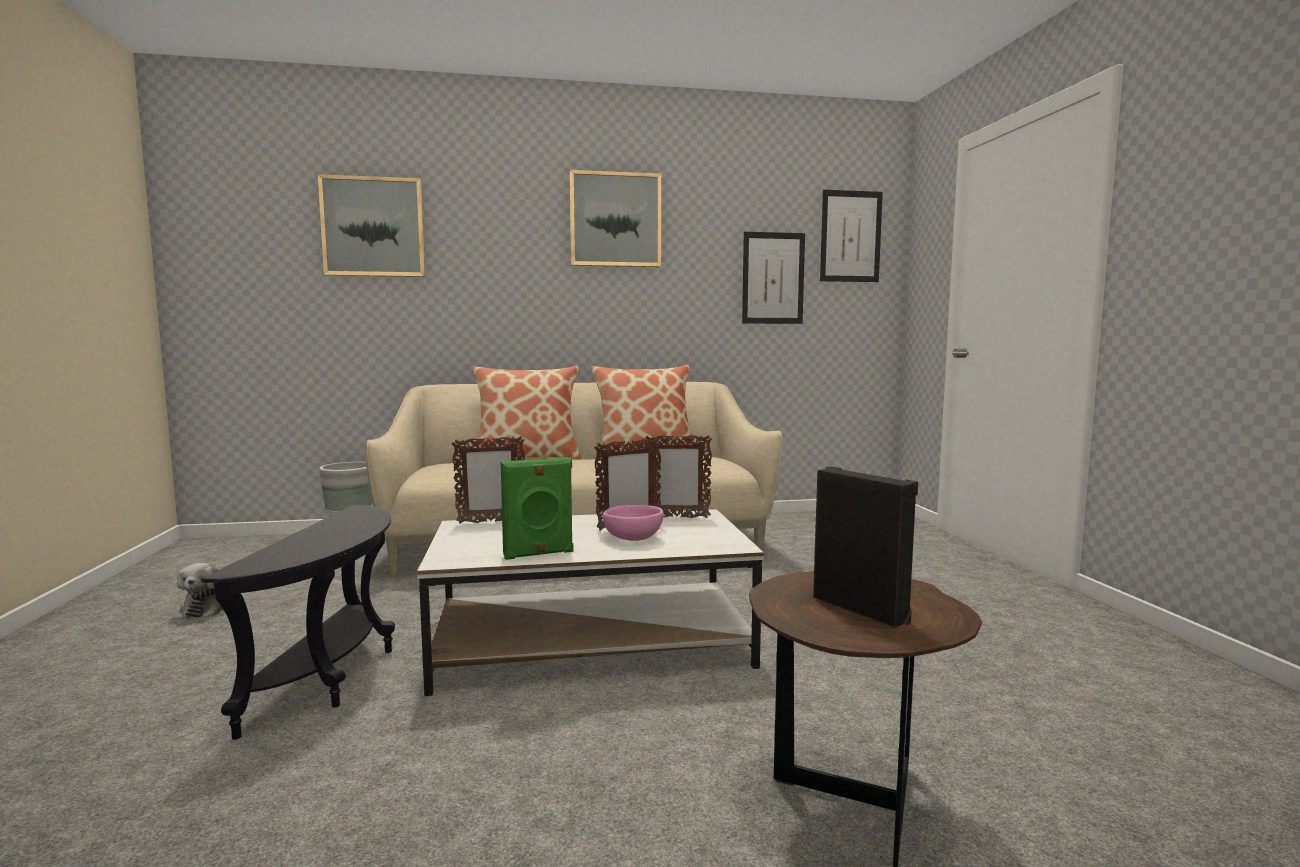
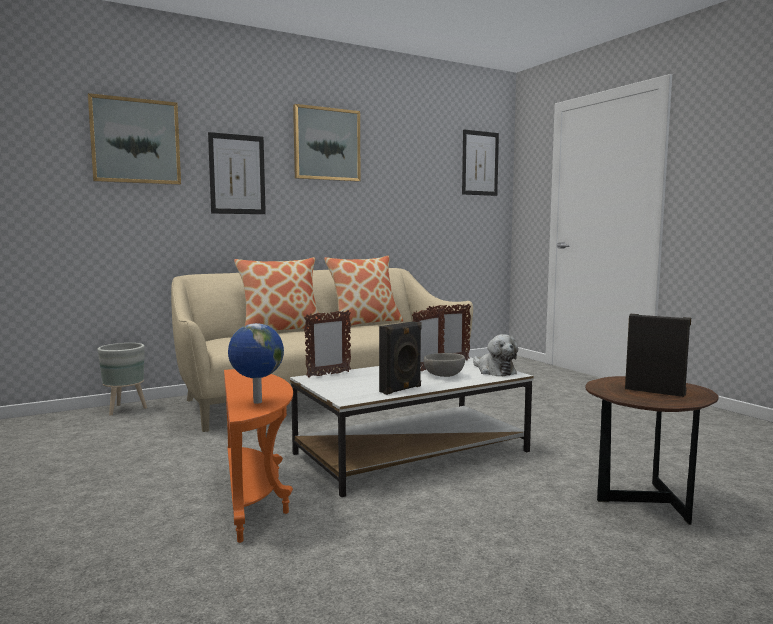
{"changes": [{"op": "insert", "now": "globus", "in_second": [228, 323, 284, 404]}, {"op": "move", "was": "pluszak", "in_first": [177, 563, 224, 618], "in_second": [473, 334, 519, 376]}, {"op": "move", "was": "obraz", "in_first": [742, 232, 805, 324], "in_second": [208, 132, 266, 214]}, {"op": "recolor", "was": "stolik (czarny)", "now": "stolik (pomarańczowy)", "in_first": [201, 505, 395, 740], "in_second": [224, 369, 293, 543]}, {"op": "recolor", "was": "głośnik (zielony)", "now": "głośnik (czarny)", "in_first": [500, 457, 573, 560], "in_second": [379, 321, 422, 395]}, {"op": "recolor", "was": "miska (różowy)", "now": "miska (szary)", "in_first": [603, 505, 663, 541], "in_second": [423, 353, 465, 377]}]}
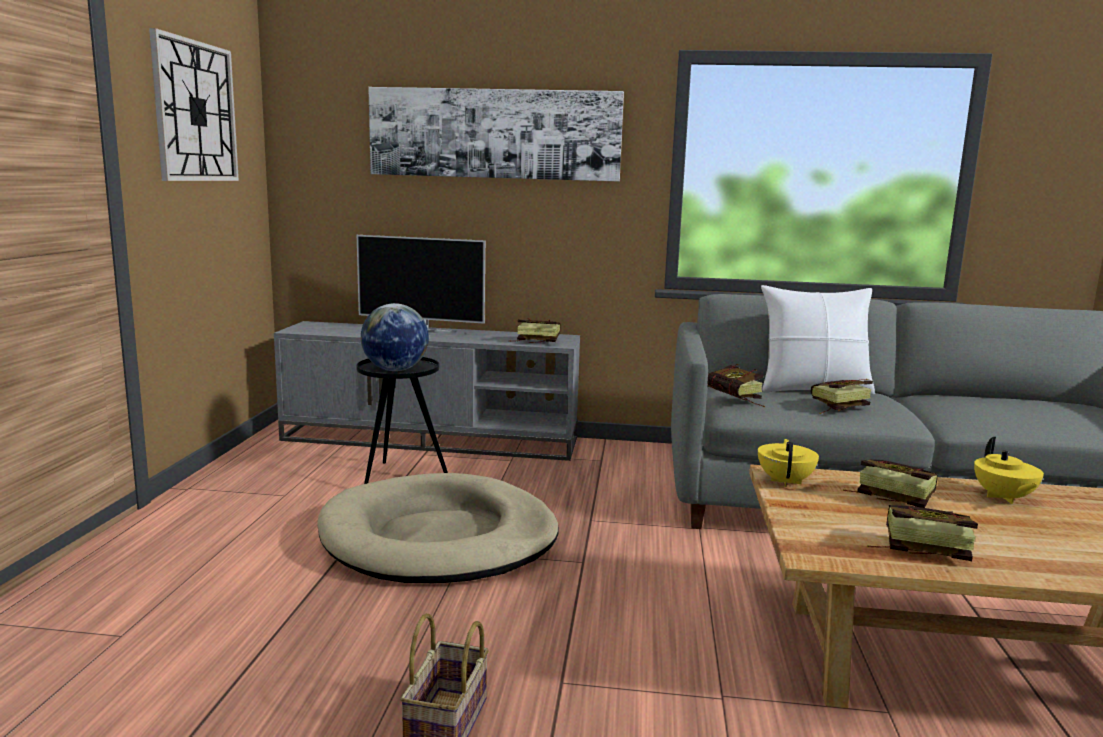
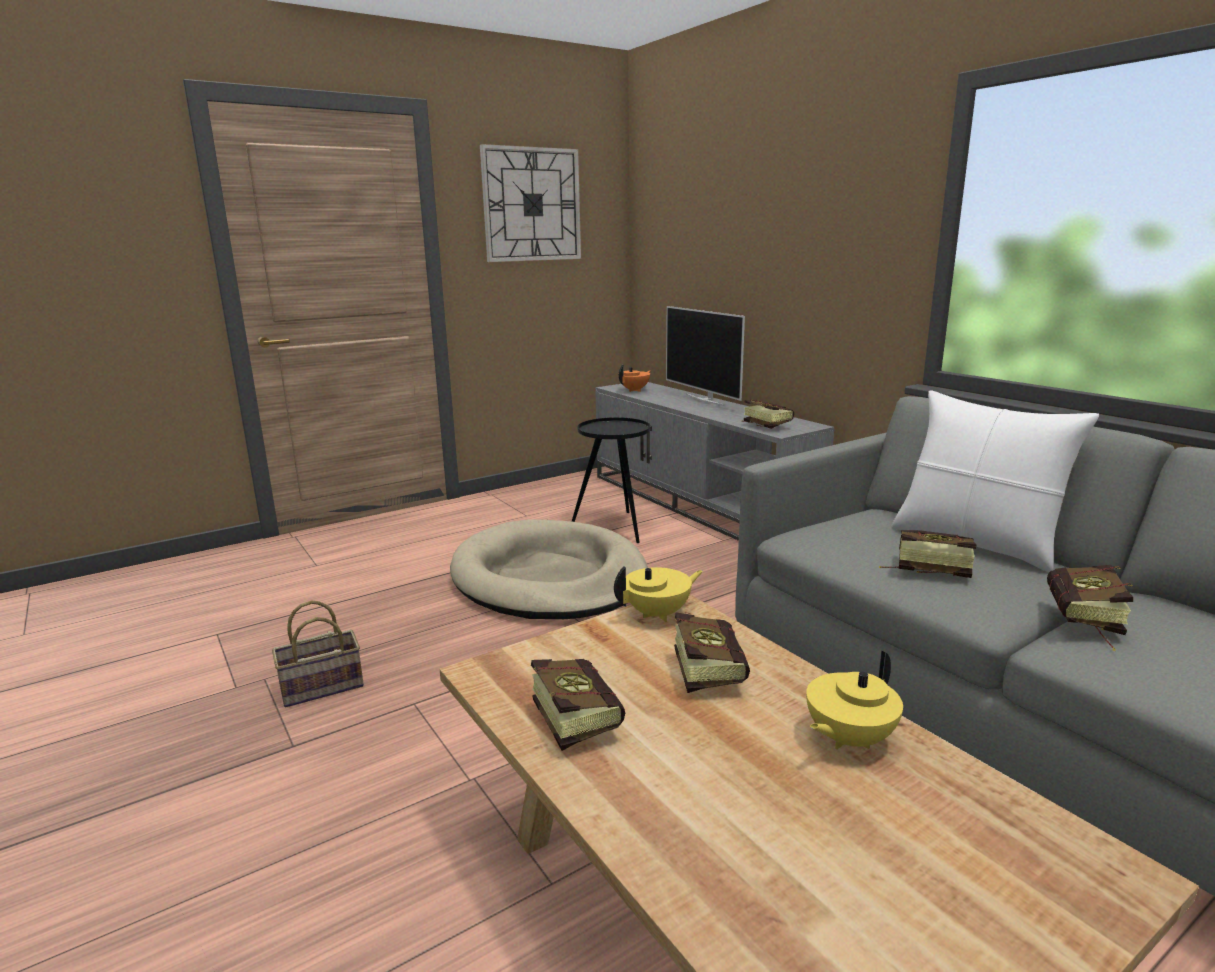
{"changes": [{"op": "delete", "was": "globus", "in_first": [361, 303, 429, 371]}, {"op": "delete", "was": "obraz", "in_first": [368, 87, 624, 182]}, {"op": "insert", "now": "imbryk (pomarańczowy)", "in_second": [618, 365, 650, 392]}, {"op": "move", "was": "książka", "in_first": [707, 364, 764, 407], "in_second": [1047, 565, 1133, 651]}]}
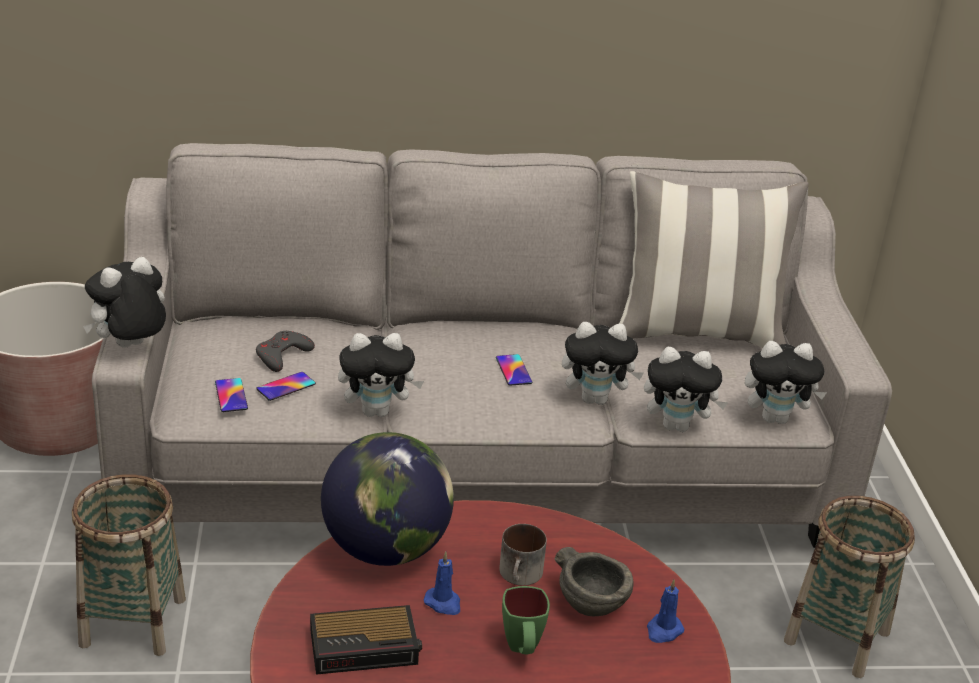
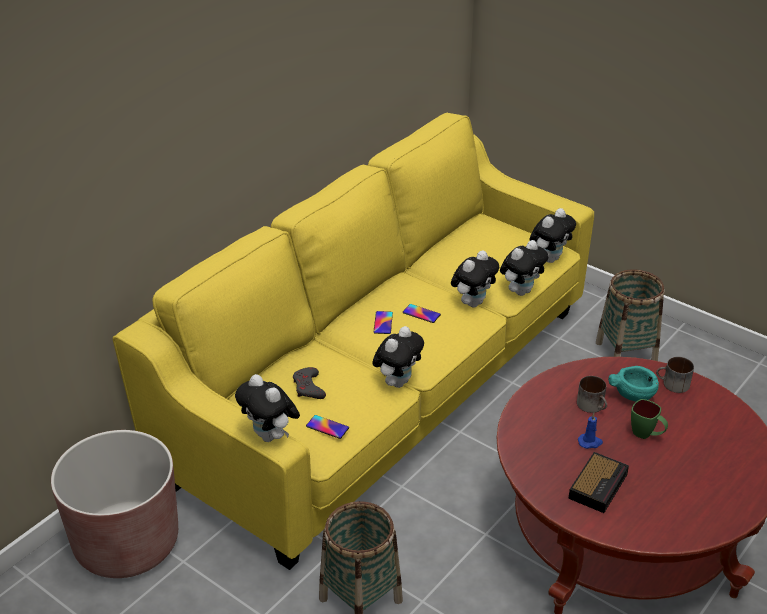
{"changes": [{"op": "delete", "was": "globus", "in_first": [321, 432, 454, 566]}, {"op": "delete", "was": "poduszka", "in_first": [619, 171, 809, 348]}, {"op": "move", "was": "telefon", "in_first": [256, 372, 316, 401], "in_second": [374, 311, 393, 334]}, {"op": "replace", "was": "świeca (niebieski)", "now": "kubek", "in_first": [647, 579, 684, 643], "in_second": [656, 357, 694, 393]}, {"op": "recolor", "was": "kanapa (szary)", "now": "kanapa (żółty)", "in_first": [92, 143, 892, 548], "in_second": [113, 113, 594, 570]}, {"op": "recolor", "was": "miska (szary)", "now": "miska (turkusowy)", "in_first": [554, 547, 634, 616], "in_second": [608, 366, 659, 402]}, {"op": "rotate", "was": "pluszak", "in_first": [83, 257, 166, 348], "in_second": [235, 374, 300, 442], "clockwise": -45}]}
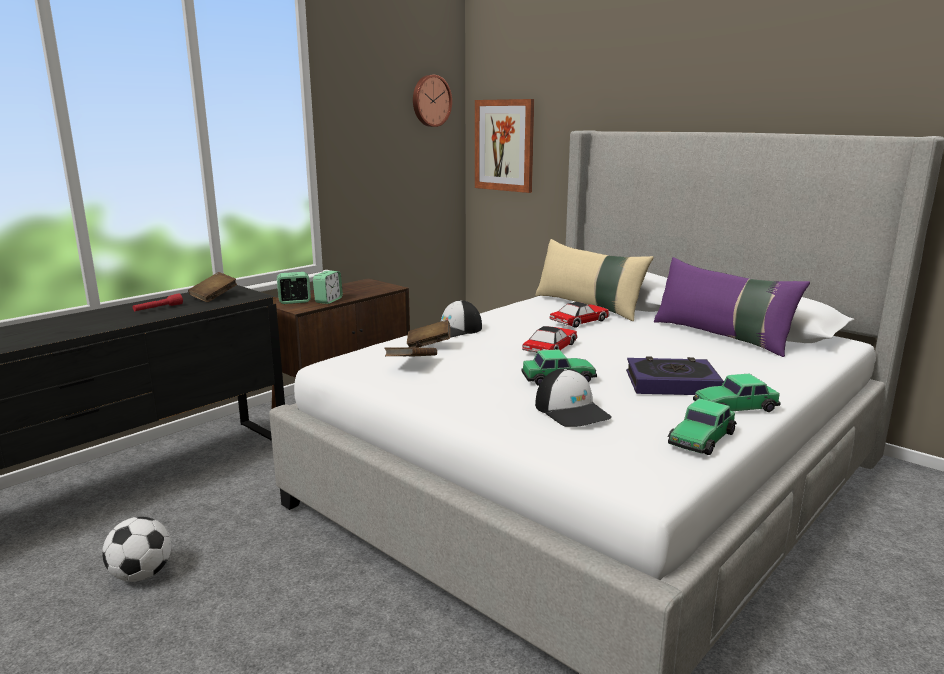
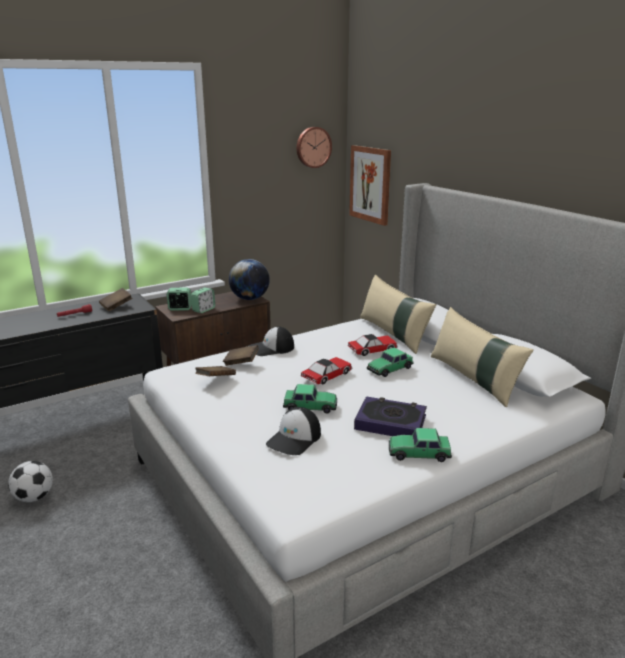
{"changes": [{"op": "insert", "now": "globus", "in_second": [229, 259, 270, 300]}, {"op": "move", "was": "samochodzik", "in_first": [668, 398, 737, 455], "in_second": [367, 347, 414, 377]}, {"op": "recolor", "was": "poduszka (fioletowy)", "now": "poduszka (beżowy)", "in_first": [654, 257, 810, 357], "in_second": [431, 307, 534, 407]}, {"op": "rotate", "was": "czapka z daszkiem", "in_first": [535, 368, 612, 427], "in_second": [266, 407, 321, 455], "clockwise": 45}]}
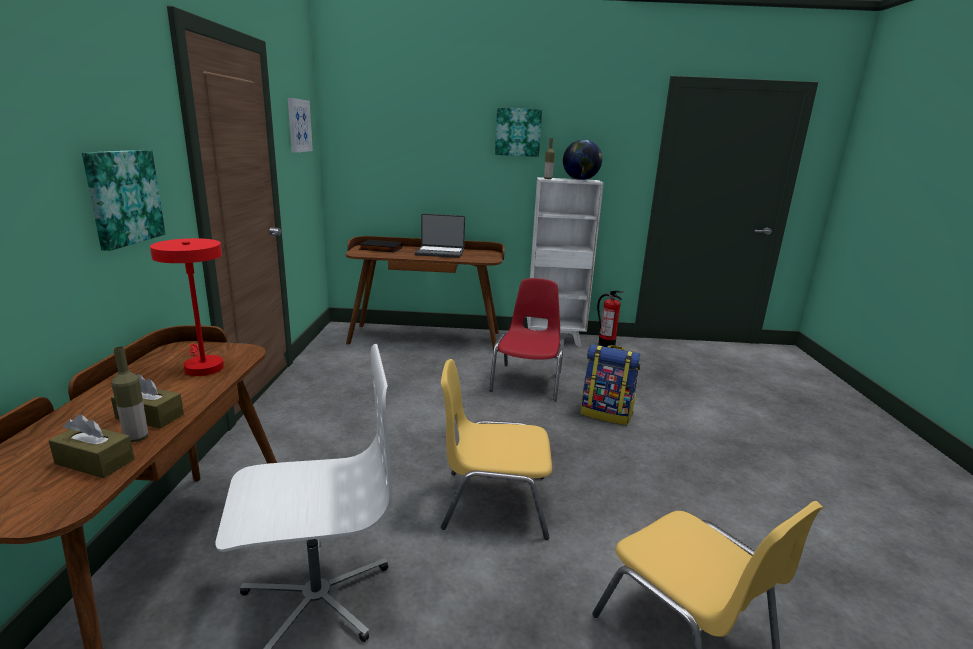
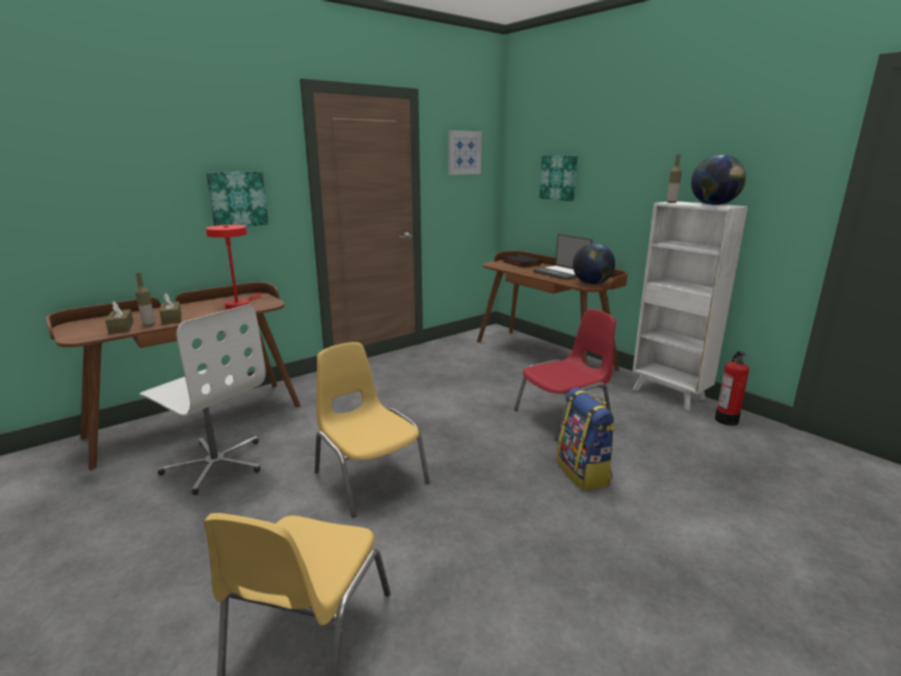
{"changes": [{"op": "insert", "now": "globus", "in_second": [573, 243, 615, 285]}, {"op": "move", "was": "obraz", "in_first": [495, 108, 542, 157], "in_second": [539, 156, 578, 201]}]}
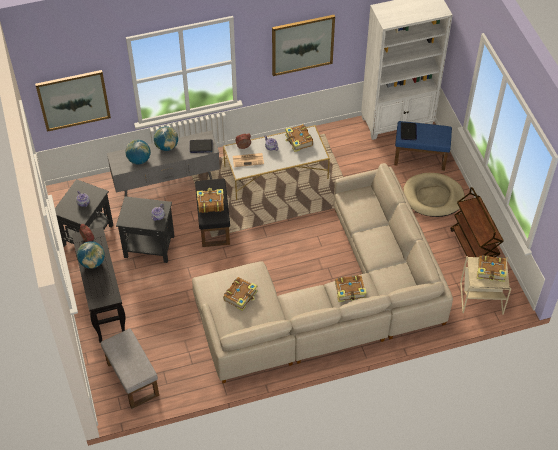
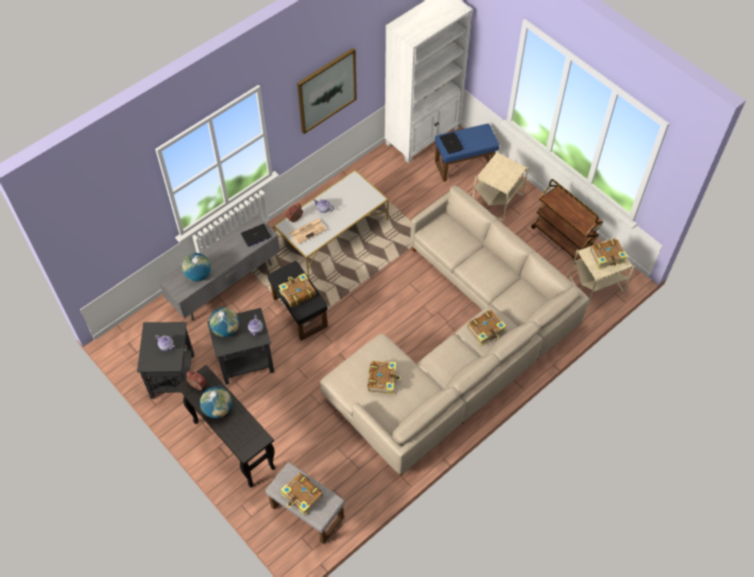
{"changes": [{"op": "delete", "was": "obraz", "in_first": [35, 70, 111, 132]}, {"op": "move", "was": "globus", "in_first": [154, 126, 178, 151], "in_second": [209, 307, 239, 337]}, {"op": "move", "was": "książka", "in_first": [285, 124, 313, 152], "in_second": [281, 473, 323, 516]}, {"op": "replace", "was": "legowisko (beżowy)", "now": "stolik (beżowy)", "in_first": [403, 173, 465, 217], "in_second": [473, 151, 529, 222]}]}
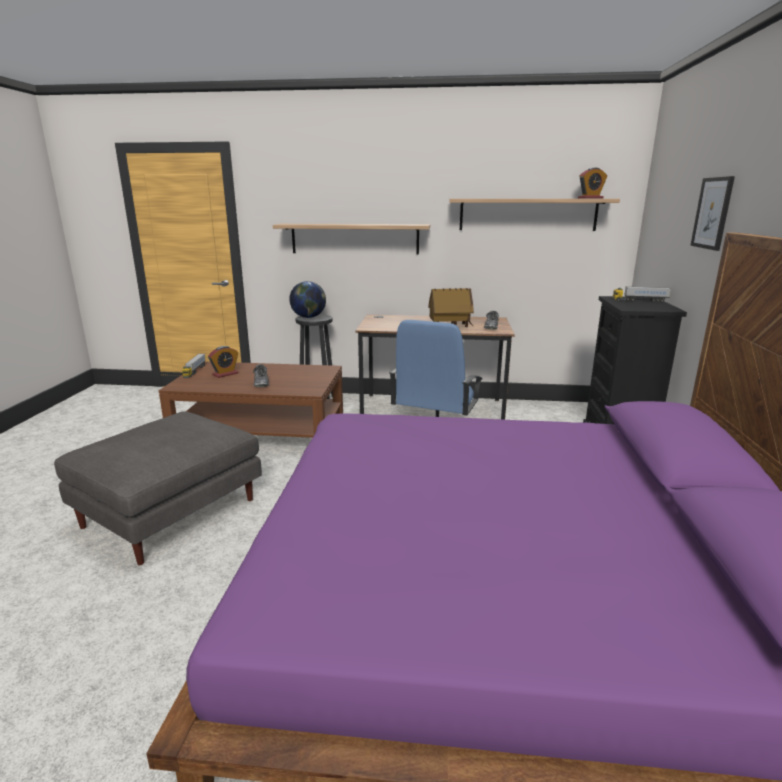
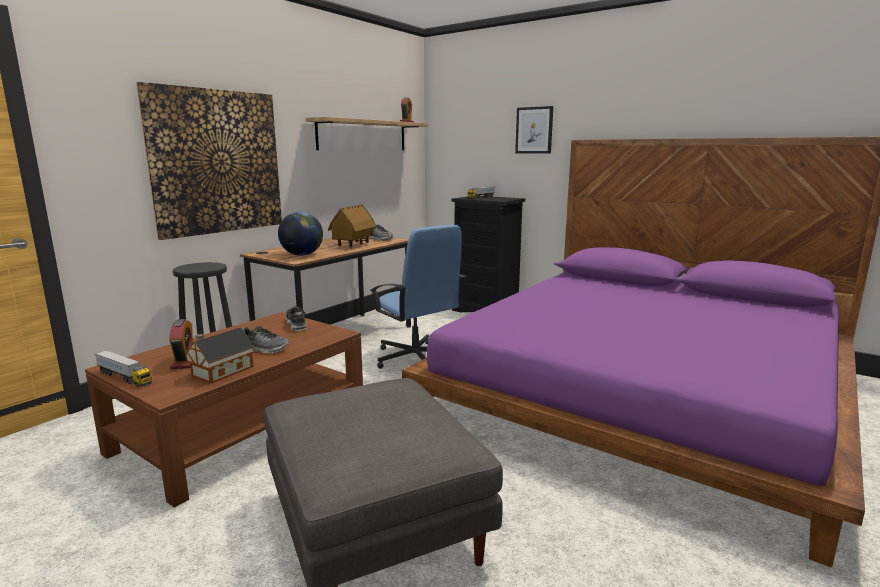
{"changes": [{"op": "insert", "now": "domek", "in_second": [185, 327, 254, 383]}, {"op": "insert", "now": "but", "in_second": [286, 306, 307, 331]}, {"op": "move", "was": "globus", "in_first": [289, 281, 326, 318], "in_second": [278, 212, 323, 256]}, {"op": "replace", "was": "półka", "now": "obraz", "in_first": [273, 224, 430, 255], "in_second": [136, 82, 282, 240]}]}
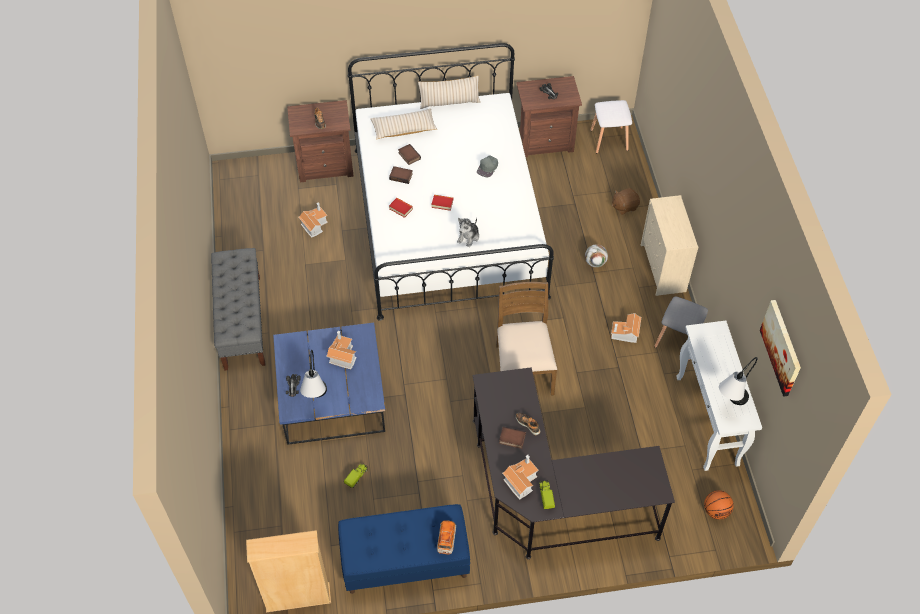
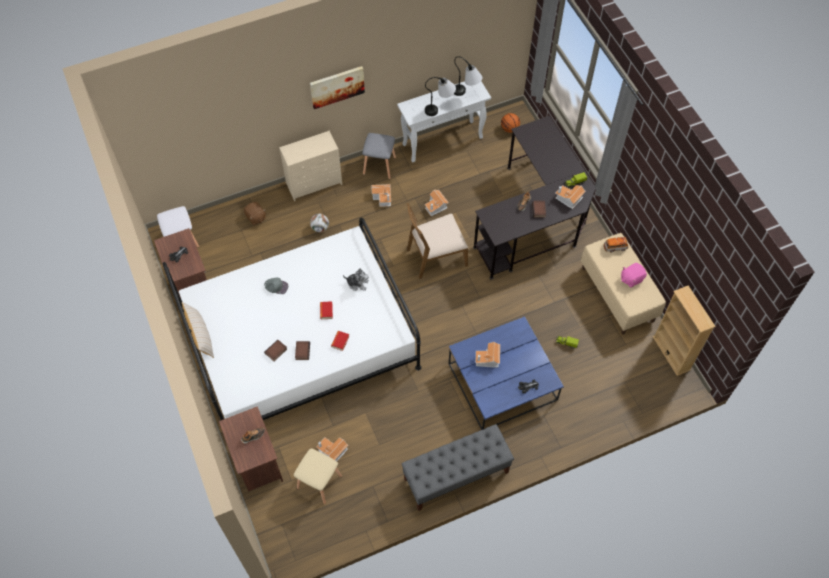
{"changes": [{"op": "delete", "was": "poduszka (beżowy)", "in_first": [371, 109, 437, 139]}, {"op": "insert", "now": "stołek (beżowy)", "in_second": [294, 448, 342, 504]}, {"op": "insert", "now": "domek", "in_second": [425, 190, 449, 216]}, {"op": "insert", "now": "pluszak (różowy)", "in_second": [621, 263, 647, 288]}, {"op": "move", "was": "lampa stołowa", "in_first": [300, 350, 327, 398], "in_second": [425, 77, 456, 116]}, {"op": "move", "was": "obraz", "in_first": [760, 300, 801, 397], "in_second": [310, 66, 365, 109]}, {"op": "recolor", "was": "ławka (niebieski)", "now": "ławka (beżowy)", "in_first": [338, 504, 470, 594], "in_second": [581, 233, 666, 335]}]}
